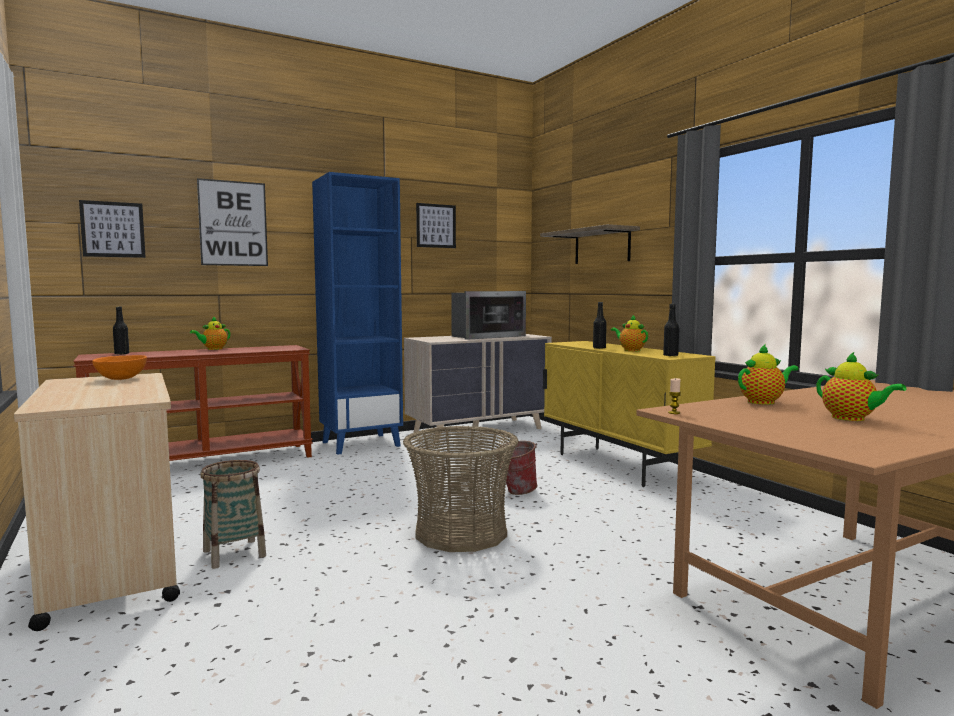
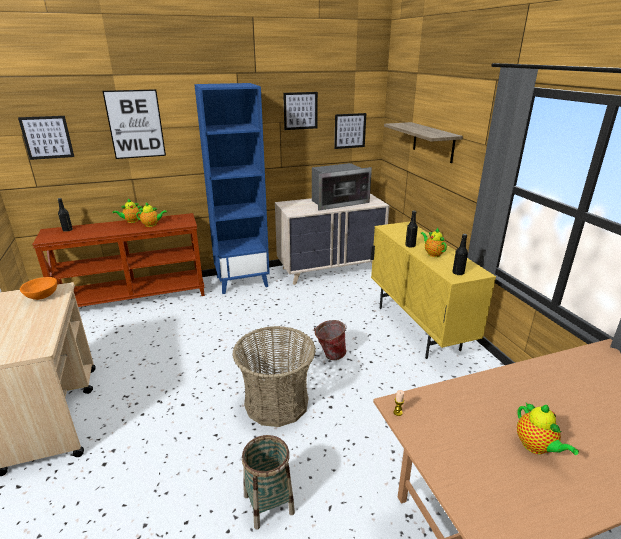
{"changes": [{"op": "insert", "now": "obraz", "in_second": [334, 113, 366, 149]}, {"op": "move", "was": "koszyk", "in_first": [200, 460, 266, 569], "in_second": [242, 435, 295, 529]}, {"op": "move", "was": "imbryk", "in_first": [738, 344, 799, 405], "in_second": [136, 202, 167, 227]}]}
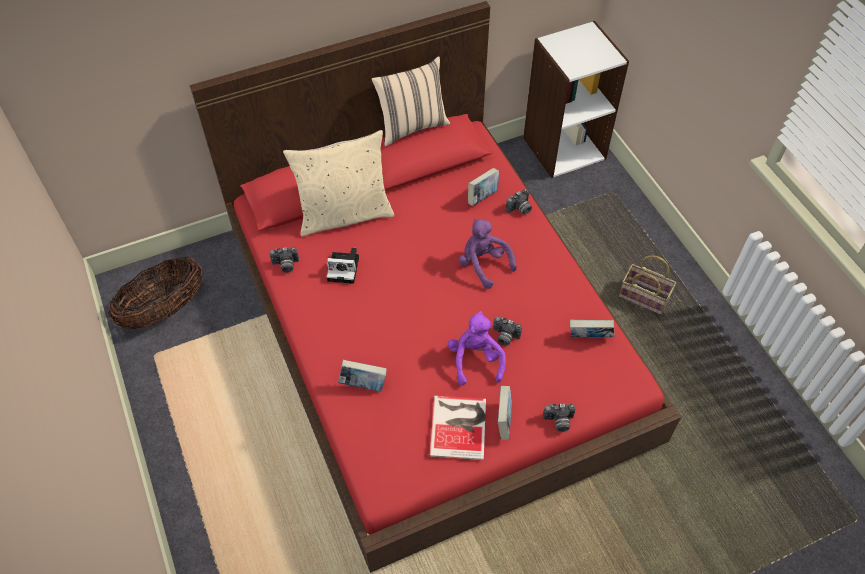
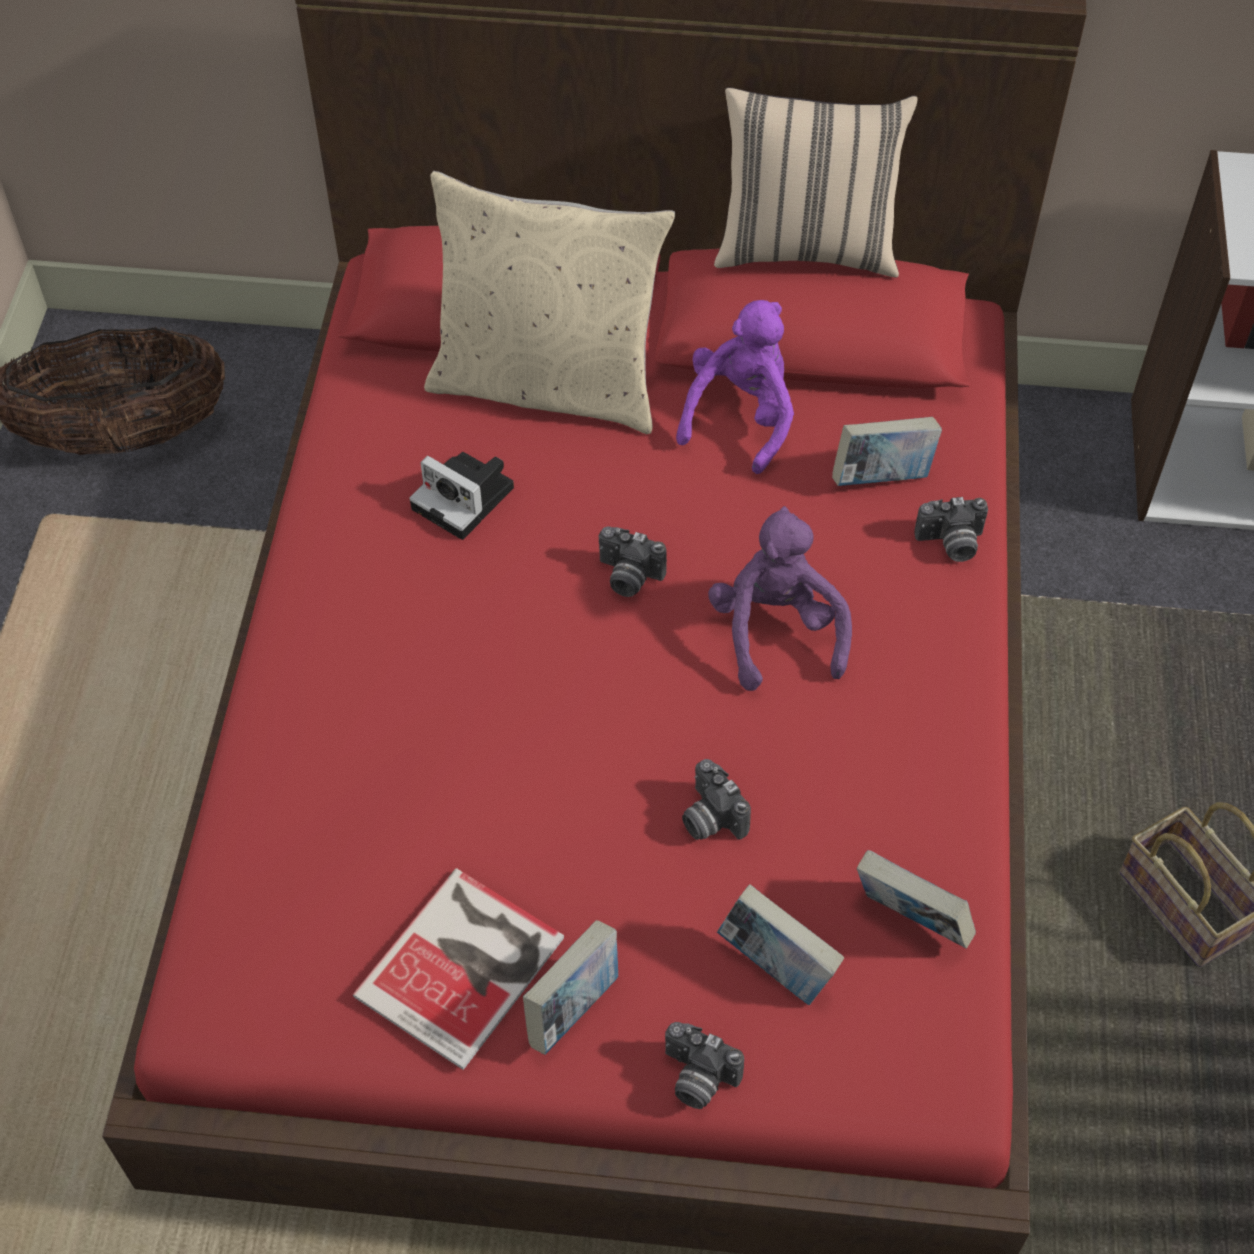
{"changes": [{"op": "move", "was": "aparat fotograficzny", "in_first": [269, 247, 299, 273], "in_second": [599, 526, 667, 597]}, {"op": "move", "was": "książka", "in_first": [338, 360, 387, 392], "in_second": [717, 884, 844, 1005]}, {"op": "move", "was": "pluszak (fioletowy)", "in_first": [448, 311, 506, 385], "in_second": [676, 300, 794, 474]}]}
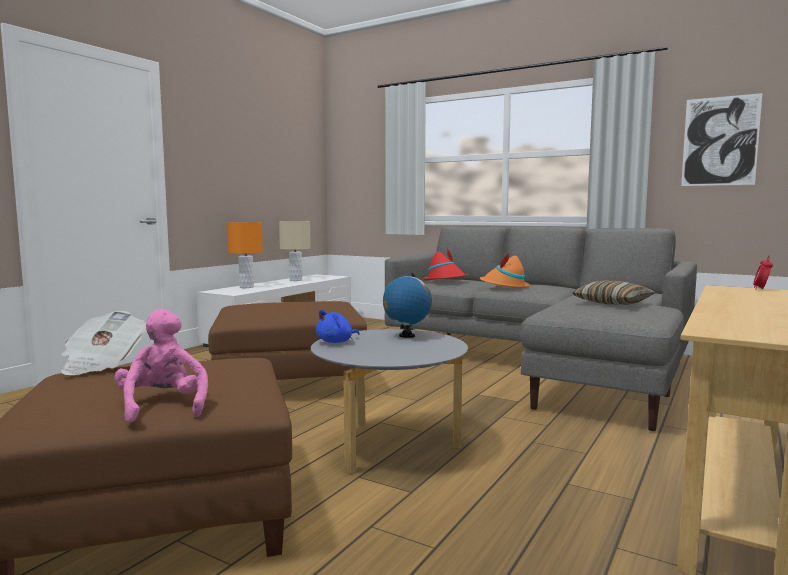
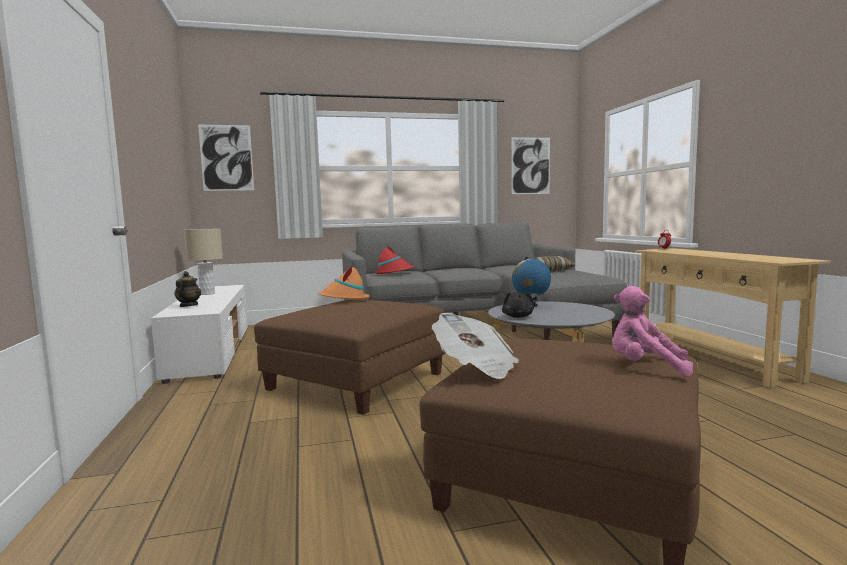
{"changes": [{"op": "insert", "now": "obraz", "in_second": [198, 125, 254, 191]}, {"op": "move", "was": "kapelusz (pomarańczowy)", "in_first": [480, 254, 530, 288], "in_second": [318, 265, 369, 300]}, {"op": "replace", "was": "lampa stołowa (pomarańczowy)", "now": "imbryk", "in_first": [227, 222, 263, 288], "in_second": [174, 271, 201, 307]}, {"op": "recolor", "was": "pluszak (niebieski)", "now": "pluszak (czarny)", "in_first": [316, 310, 360, 343], "in_second": [502, 292, 534, 318]}]}
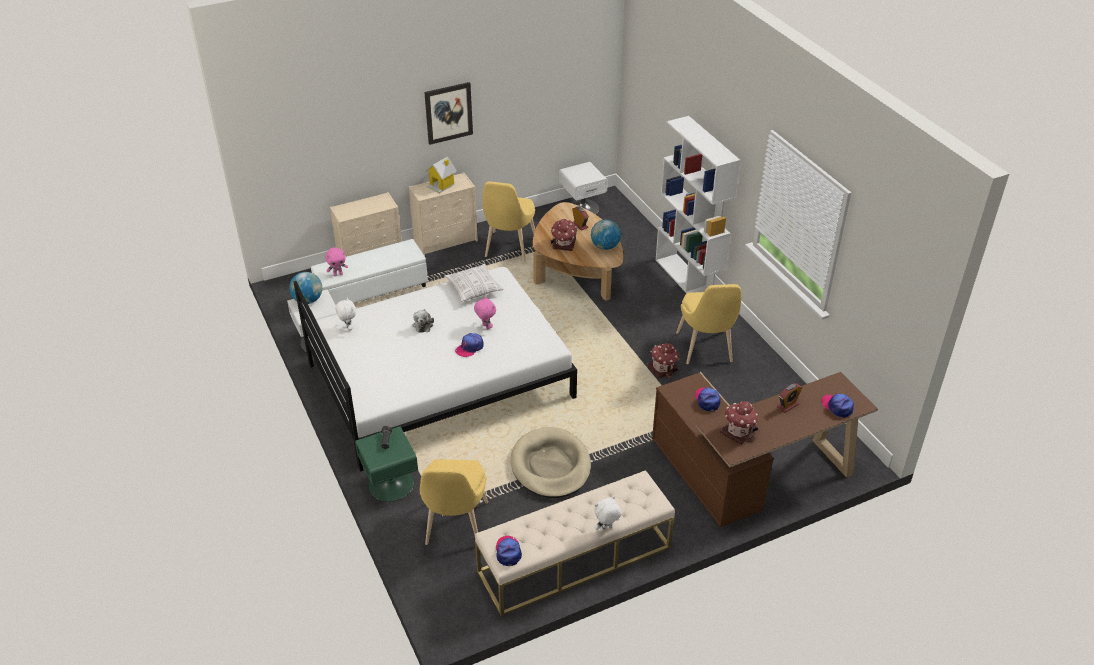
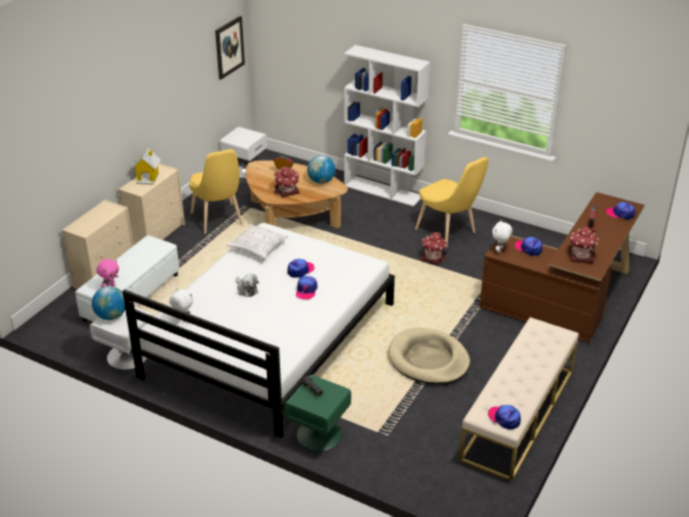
{"changes": [{"op": "delete", "was": "krzesło (żółty)", "in_first": [420, 459, 488, 545]}, {"op": "move", "was": "obraz", "in_first": [424, 82, 473, 145], "in_second": [215, 16, 245, 80]}, {"op": "move", "was": "pluszak (biały)", "in_first": [594, 496, 622, 532], "in_second": [492, 220, 513, 253]}, {"op": "replace", "was": "pluszak (różowy)", "now": "czapka z daszkiem", "in_first": [474, 296, 496, 330], "in_second": [287, 259, 314, 278]}]}
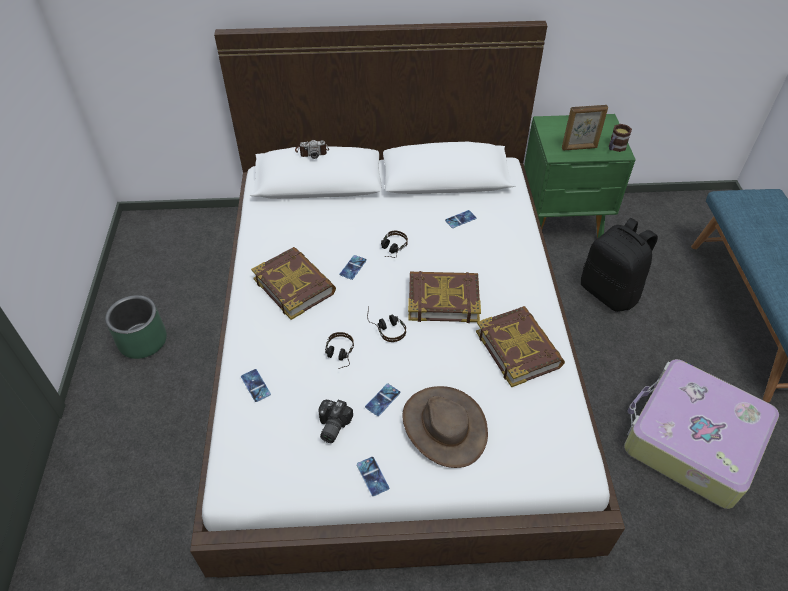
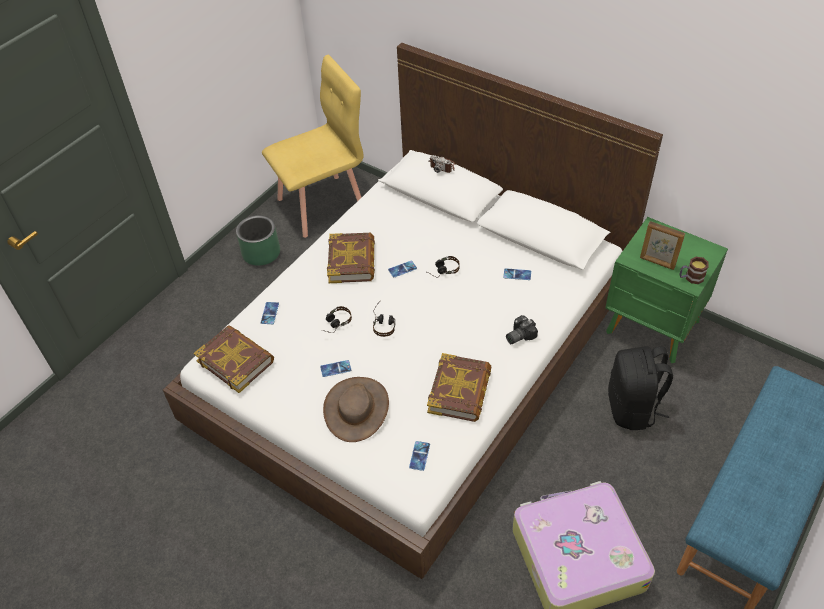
{"changes": [{"op": "insert", "now": "krzesło (żółty)", "in_second": [262, 55, 364, 238]}, {"op": "move", "was": "aparat fotograficzny", "in_first": [318, 400, 353, 443], "in_second": [506, 315, 538, 344]}, {"op": "move", "was": "telefon", "in_first": [357, 457, 389, 496], "in_second": [409, 441, 430, 471]}, {"op": "move", "was": "książka", "in_first": [408, 271, 481, 323], "in_second": [194, 325, 274, 393]}]}
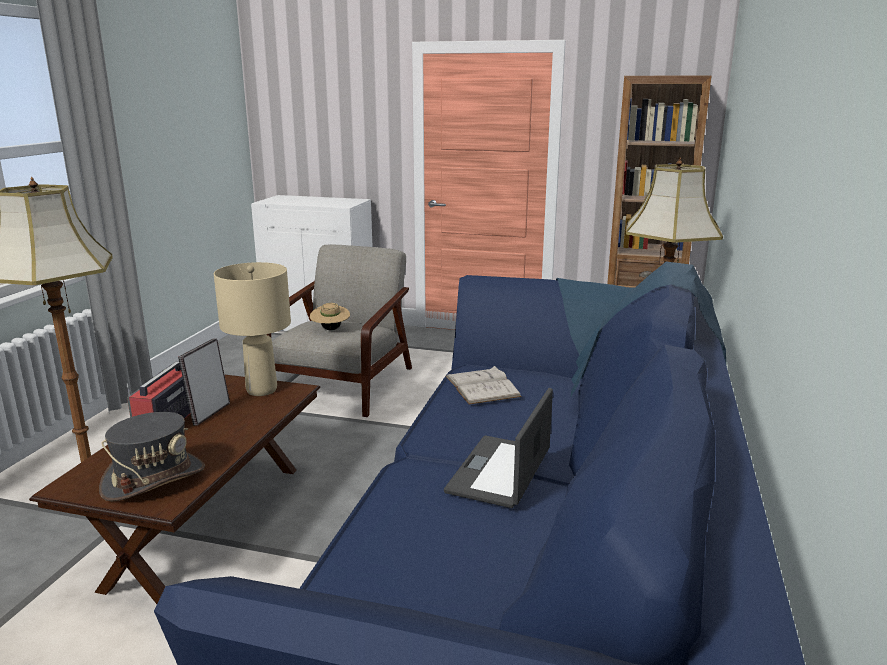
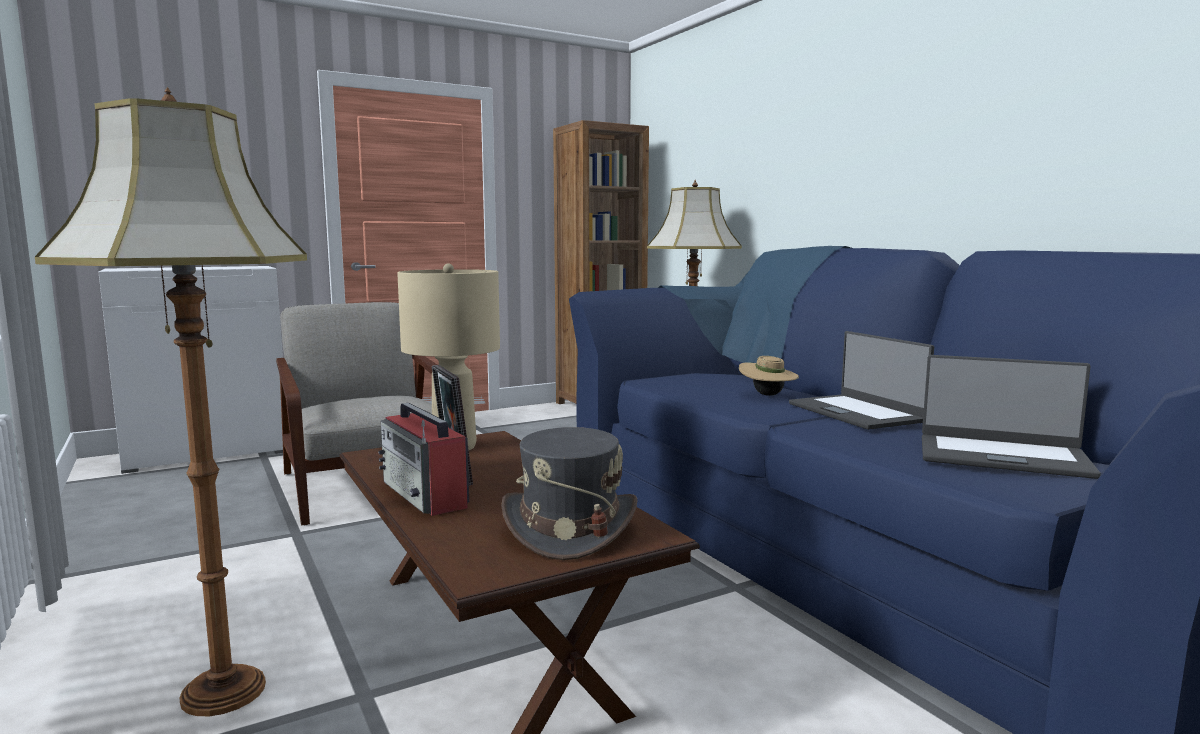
{"changes": [{"op": "delete", "was": "książka (biały)", "in_first": [445, 366, 522, 405]}, {"op": "insert", "now": "laptop", "in_second": [922, 355, 1101, 479]}, {"op": "move", "was": "kapelusz (beżowy)", "in_first": [310, 303, 350, 330], "in_second": [739, 356, 799, 396]}]}
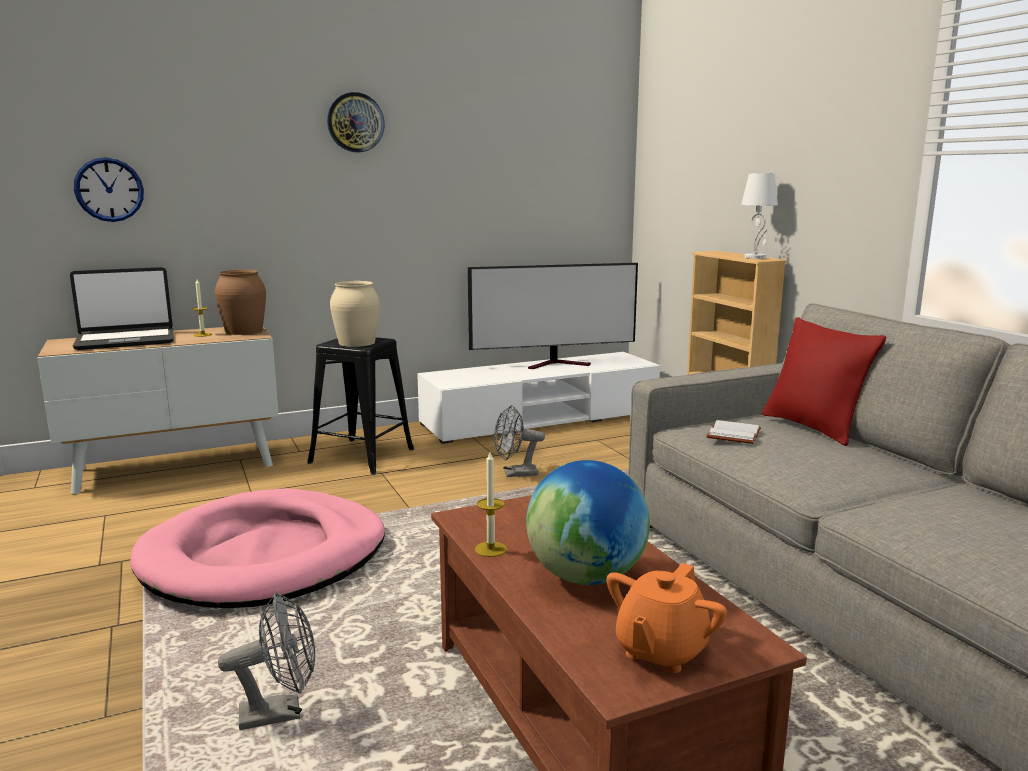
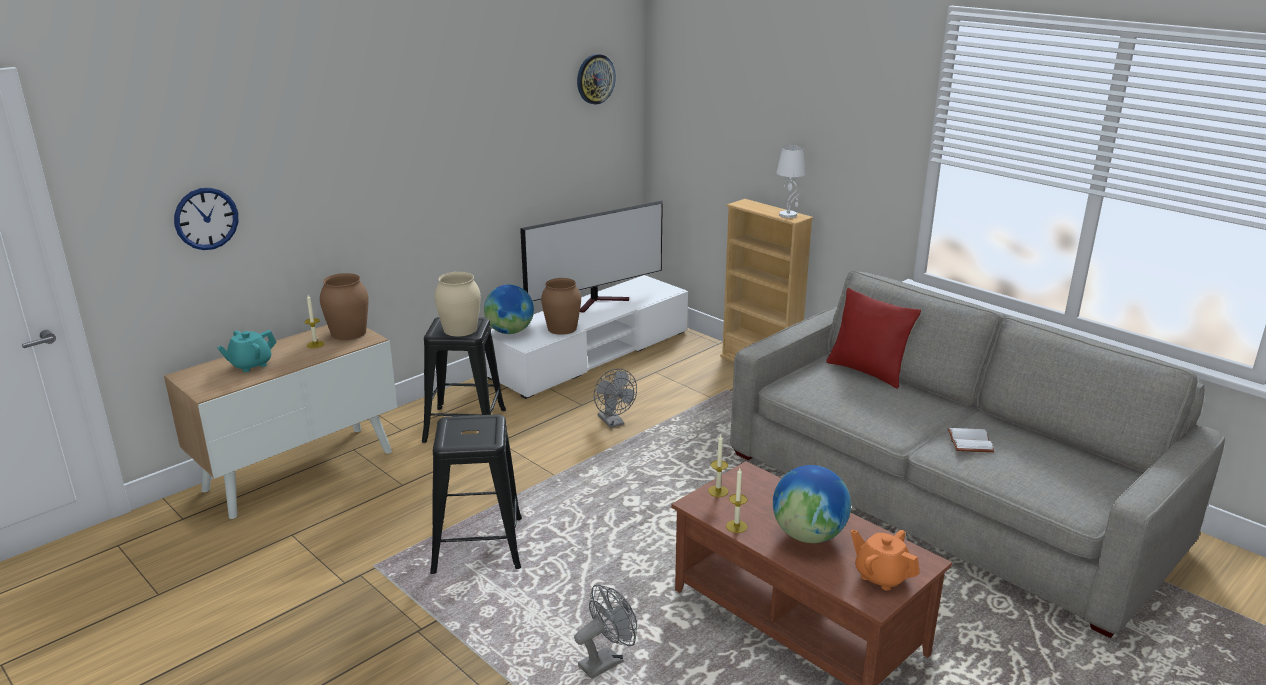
{"changes": [{"op": "insert", "now": "globus", "in_second": [484, 285, 534, 334]}, {"op": "insert", "now": "wazon (brązowy)", "in_second": [541, 278, 581, 335]}, {"op": "insert", "now": "świeca", "in_second": [708, 435, 728, 497]}, {"op": "move", "was": "zegar ścienny", "in_first": [327, 92, 385, 152], "in_second": [577, 54, 616, 105]}, {"op": "move", "was": "książka (biały)", "in_first": [706, 420, 761, 444], "in_second": [947, 428, 995, 452]}, {"op": "replace", "was": "laptop", "now": "imbryk (turkusowy)", "in_first": [70, 267, 174, 350], "in_second": [217, 330, 277, 372]}, {"op": "replace", "was": "legowisko (różowy)", "now": "stołek (czarny)", "in_first": [131, 488, 385, 608], "in_second": [430, 414, 522, 574]}, {"op": "rotate", "was": "wentylator (szary)", "in_first": [494, 405, 545, 477], "in_second": [594, 369, 637, 428], "clockwise": -90}, {"op": "rotate", "was": "imbryk (pomarańczowy)", "in_first": [607, 563, 727, 673], "in_second": [851, 530, 920, 591], "clockwise": 120}]}
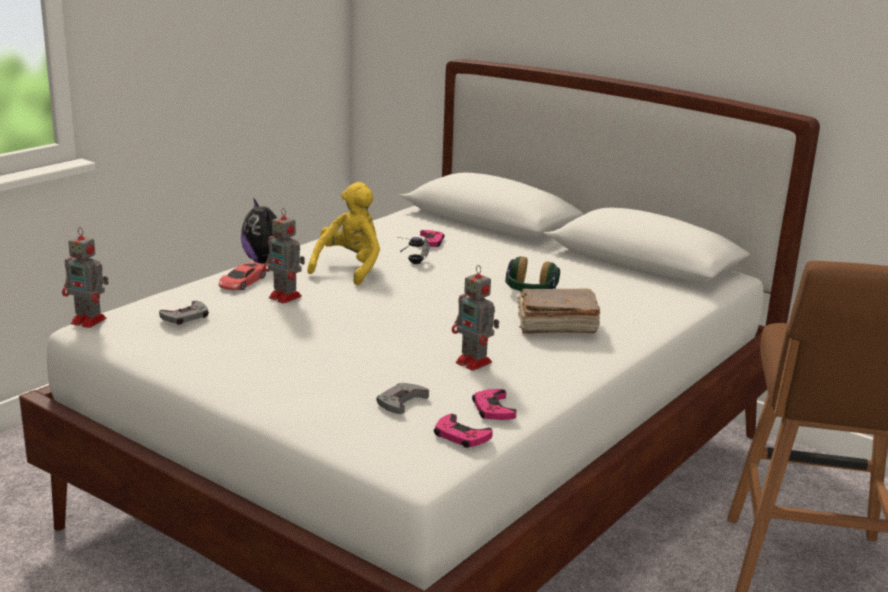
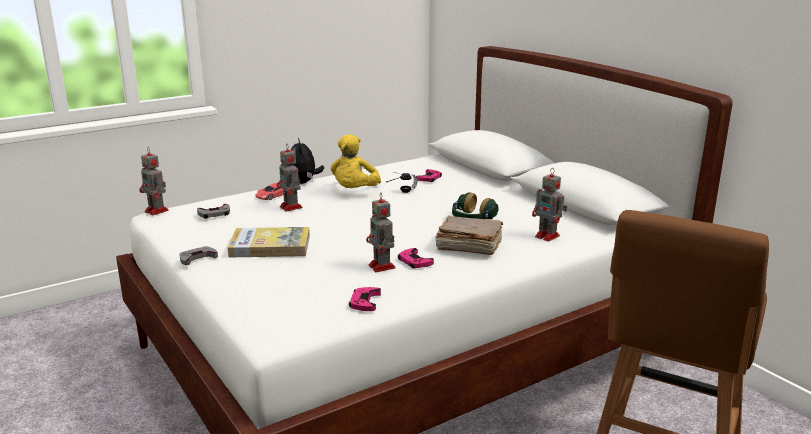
{"changes": [{"op": "insert", "now": "książka", "in_second": [227, 227, 310, 258]}, {"op": "insert", "now": "robot zabawkowy", "in_second": [532, 168, 567, 242]}, {"op": "move", "was": "pad do gier (szary)", "in_first": [376, 383, 429, 414], "in_second": [180, 246, 218, 265]}, {"op": "move", "was": "pad do gier (różowy)", "in_first": [434, 414, 493, 448], "in_second": [398, 248, 434, 268]}, {"op": "rotate", "was": "pluszak (żółty)", "in_first": [307, 182, 380, 286], "in_second": [330, 135, 381, 188], "clockwise": 150}]}
